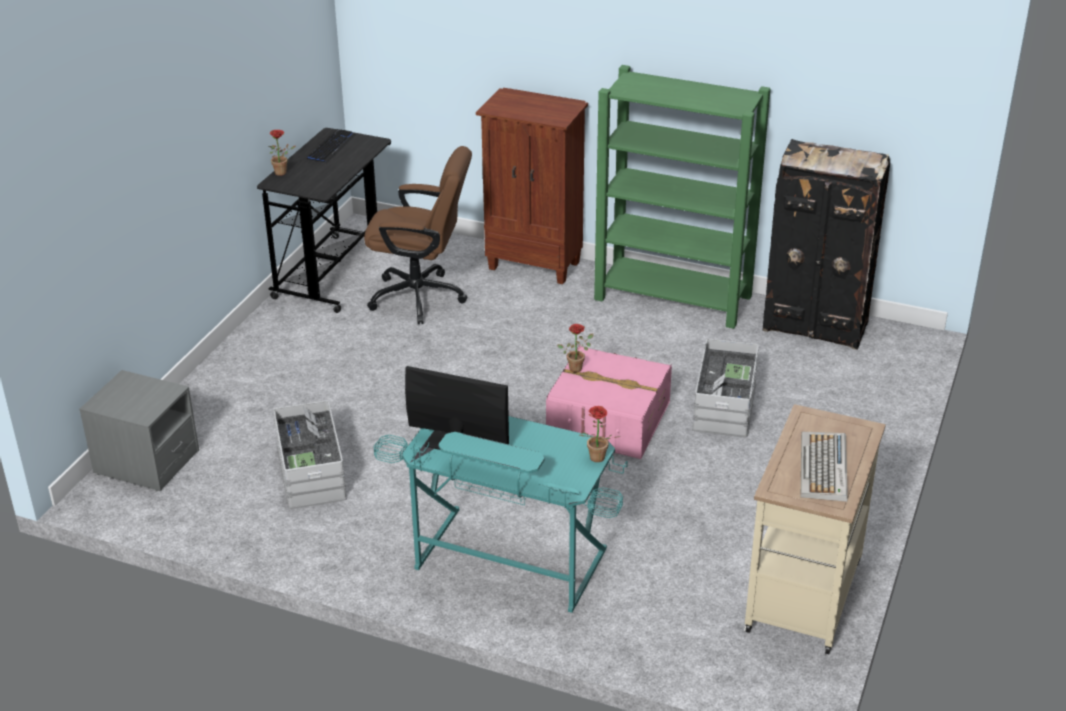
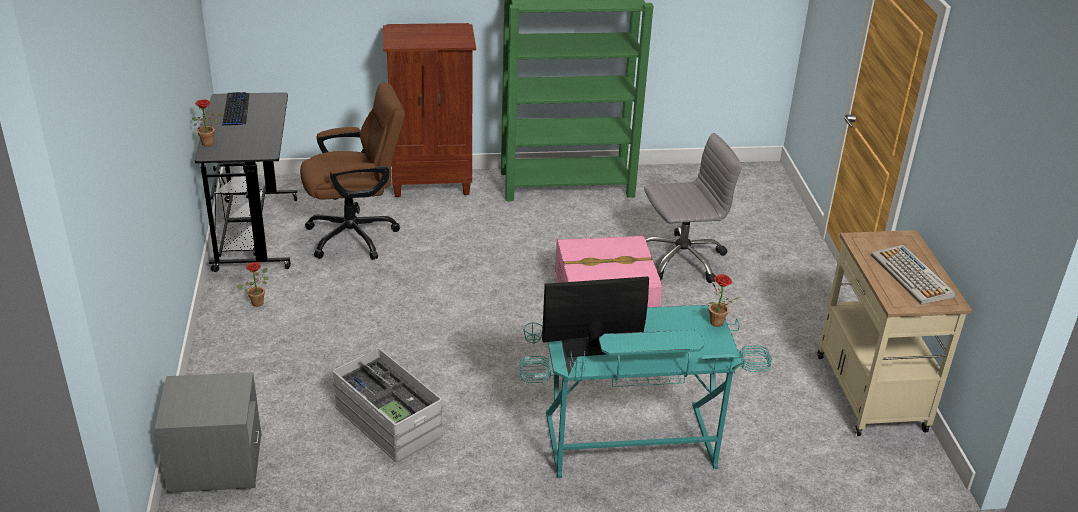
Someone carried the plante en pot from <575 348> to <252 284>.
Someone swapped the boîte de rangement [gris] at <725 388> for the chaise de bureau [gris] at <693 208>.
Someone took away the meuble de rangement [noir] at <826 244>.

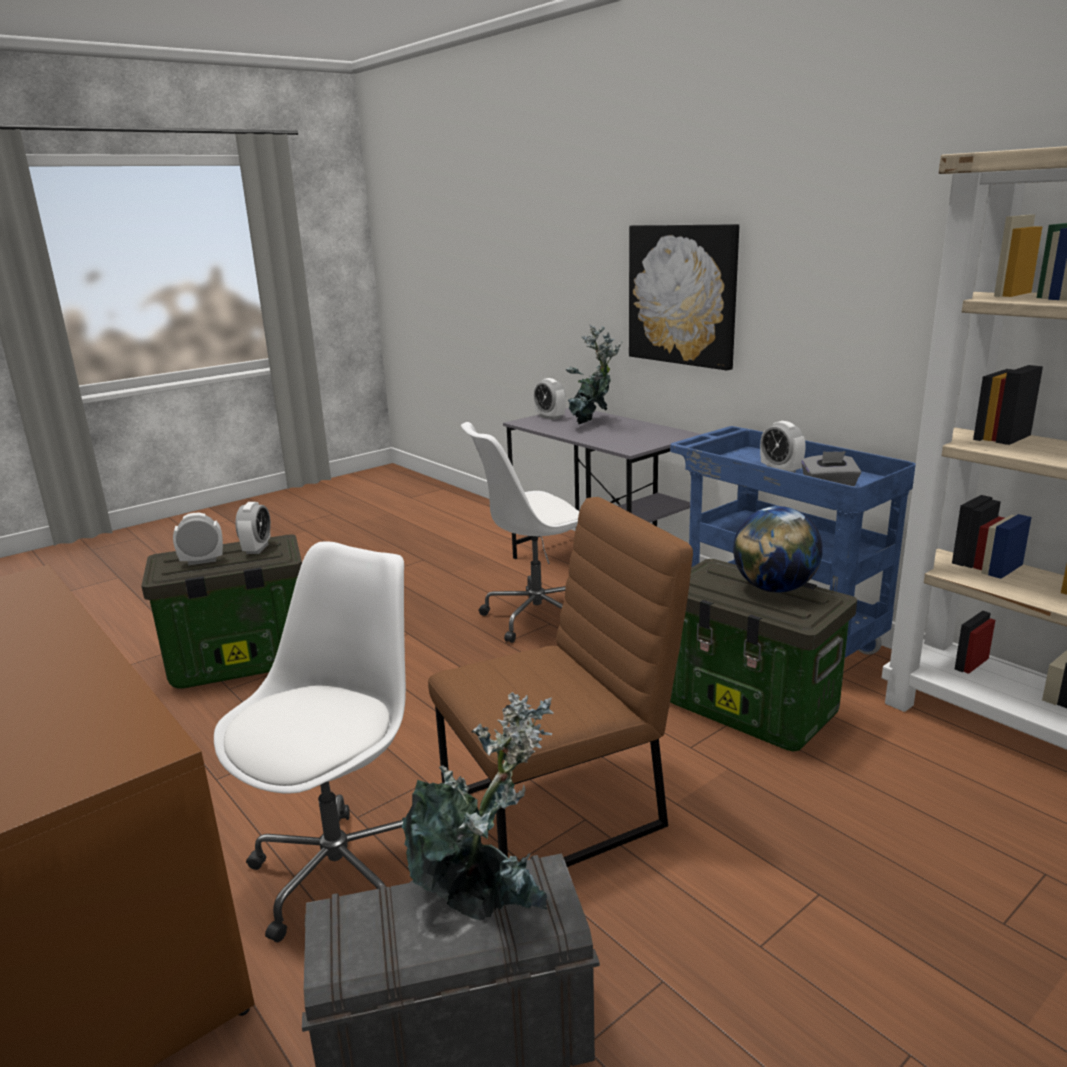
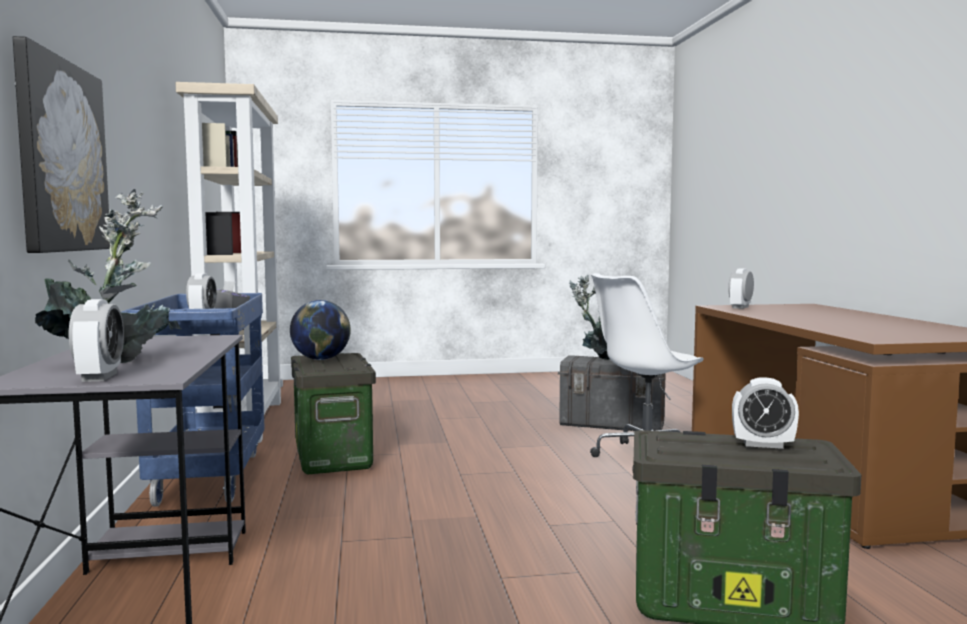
Someone carried the réveil from <253 528> to <741 288>.
Someone took away the chaise [marron] at <560 682>.
Someone took away the chaise de bureau [blanc] at <520 532>.

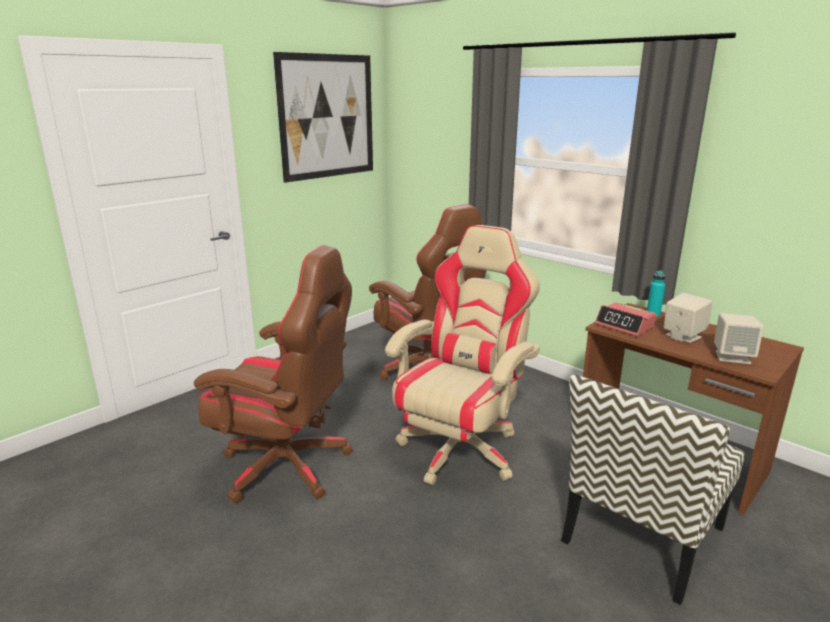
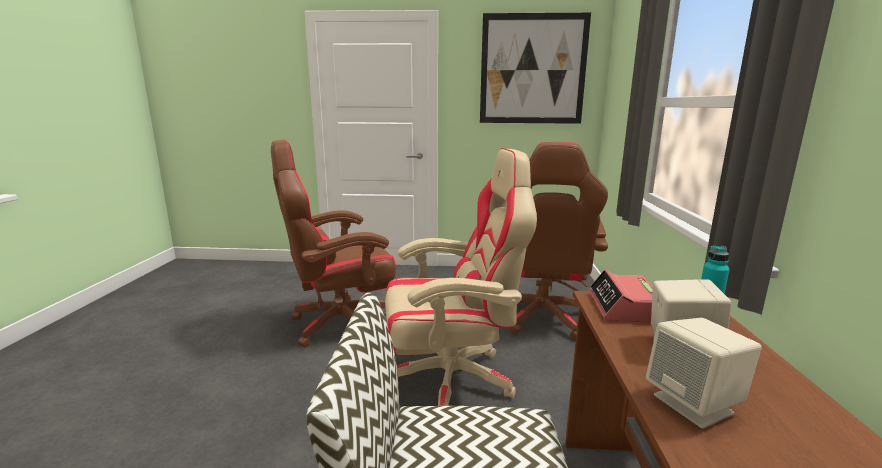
Someone rotated the chaise de bureau [marron] at <273 374> by 90 degrees clockwise.

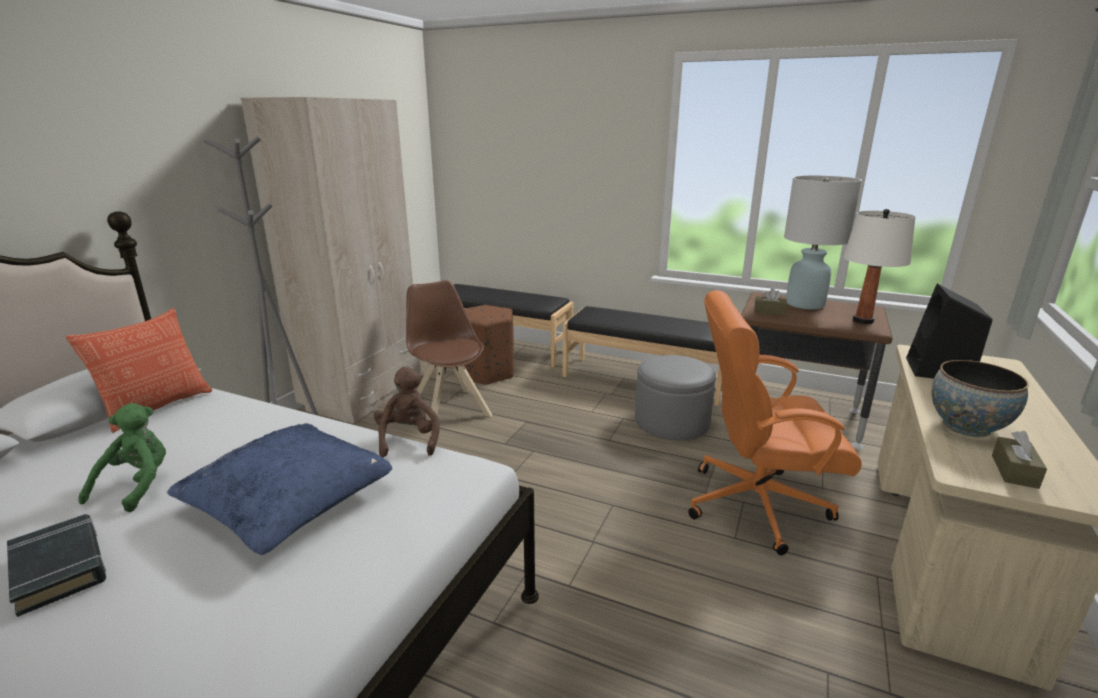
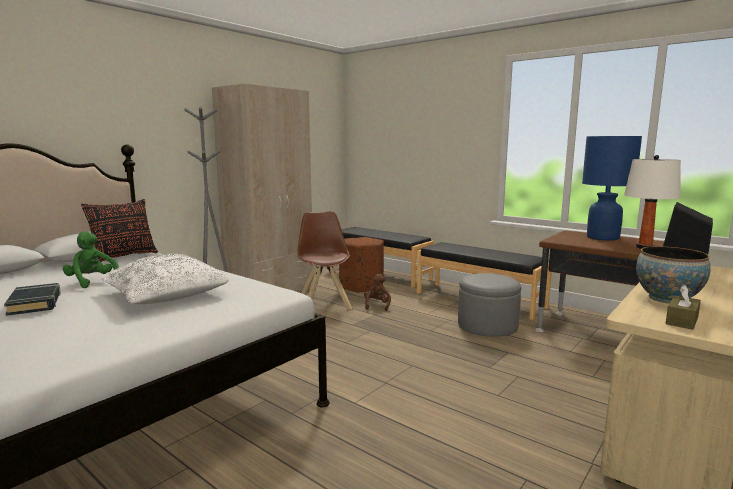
Someone rotated the peluche [vert] at <122 457> by 75 degrees counterclockwise.
Someone repainted the coussin [orange] at <139 370>, which became the coussin [noir] at <119 230>.
Someone repainted the coussin [bleu] at <279 489>, which became the coussin [blanc] at <164 278>.
Someone carried the peluche [marron] from <407 412> to <377 292>.
Someone repainted the lampe de table [blanc] at <823 242>, which became the lampe de table [bleu] at <612 188>.
Someone took away the chaise de bureau [orange] at <775 422>.
Someone took away the boîte à mouchoirs [marron] at <770 302>.

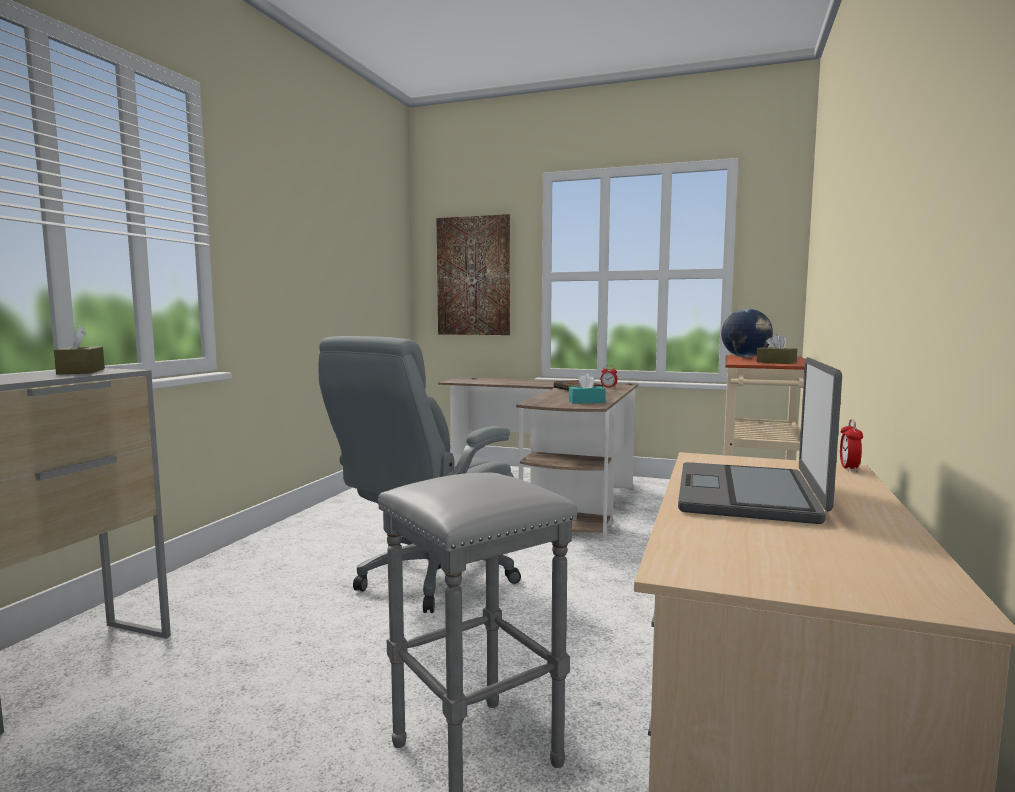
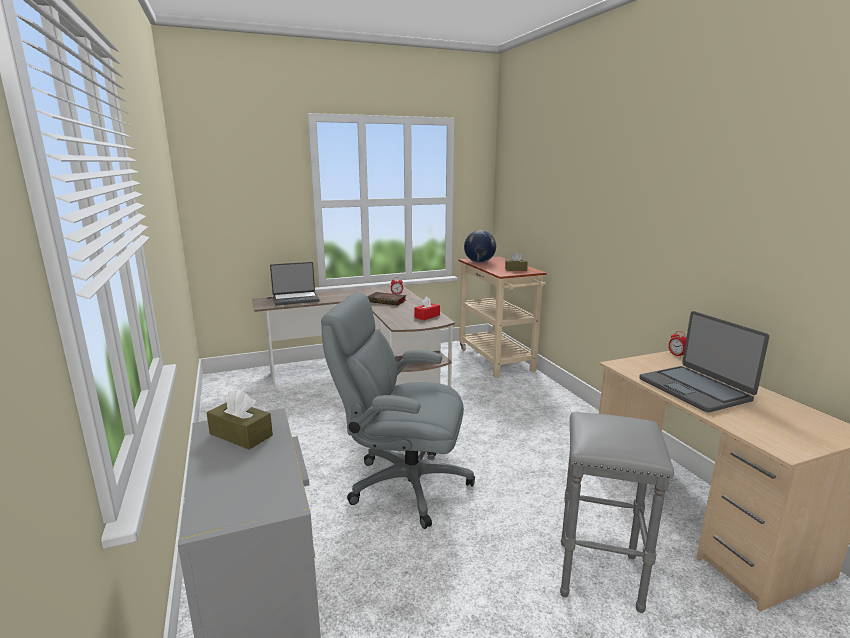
Someone put down the ordinateur portable at <295 283>.
Someone rotated the chaise de bureau [gris] at <420 474> by 105 degrees clockwise.
Someone repainted the boîte à mouchoirs [turquoise] at <587 389>, which became the boîte à mouchoirs [rouge] at <427 308>.
Someone took away the tableau at <473 274>.

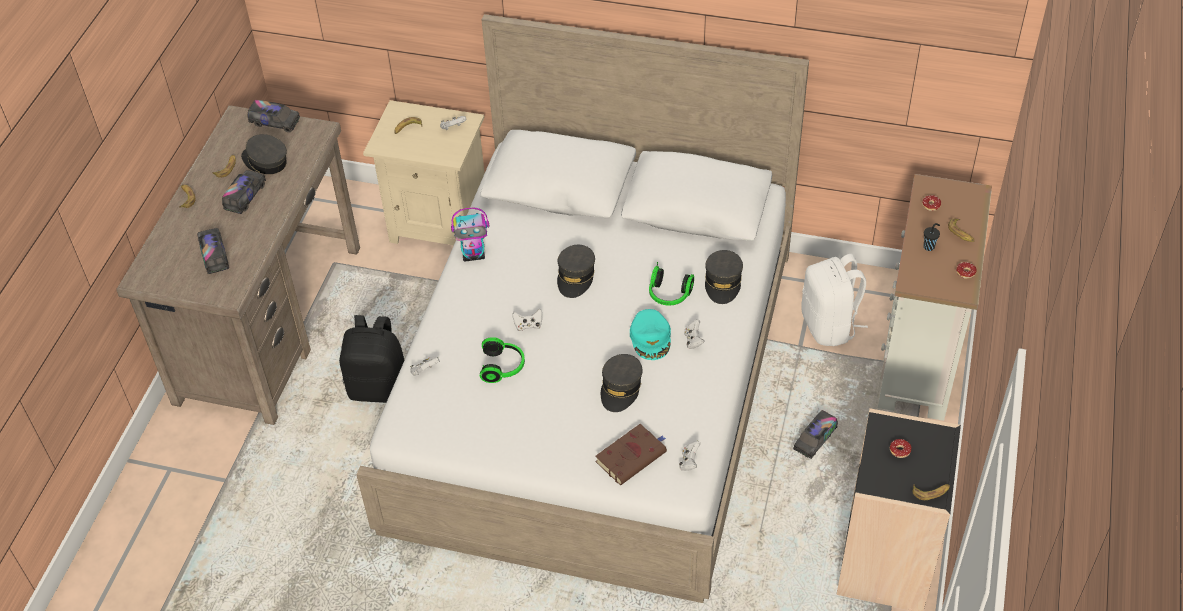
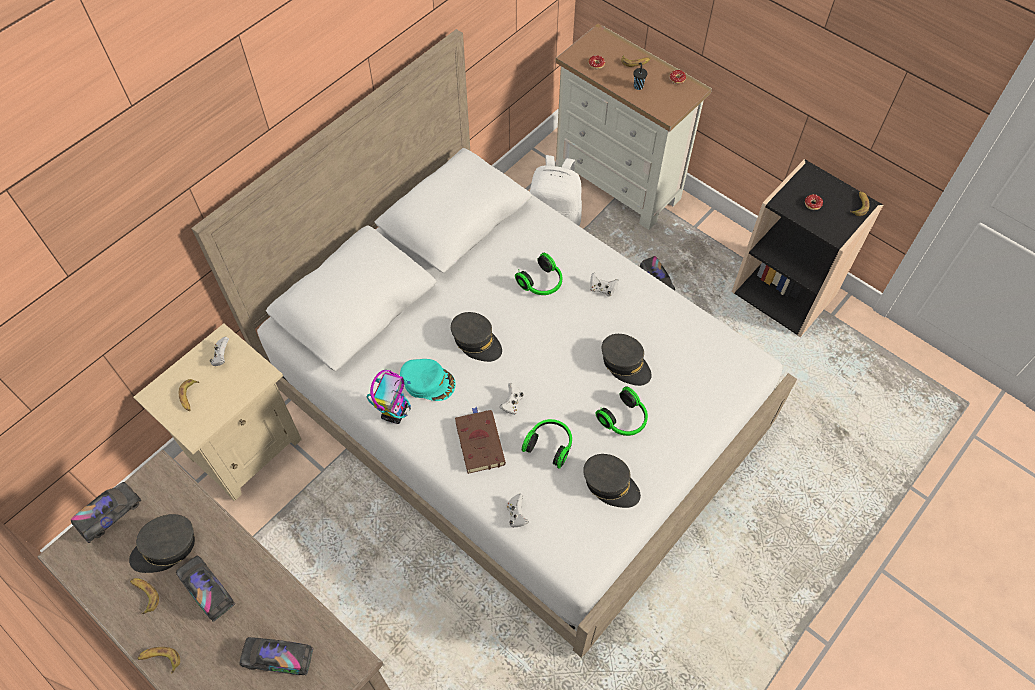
Someone carried the casquette [turquoise] from <650 334> to <428 380>.
Someone carried the livre [marron] from <631 454> to <480 440>.
Someone carried the casquette [gris] from <724 277> to <612 481>.
Someone put down the casque audio at <621 411>.
Someone took away the sac à dos [noir] at <371 359>.
Someone took away the manette [blanc] at <690 456>.

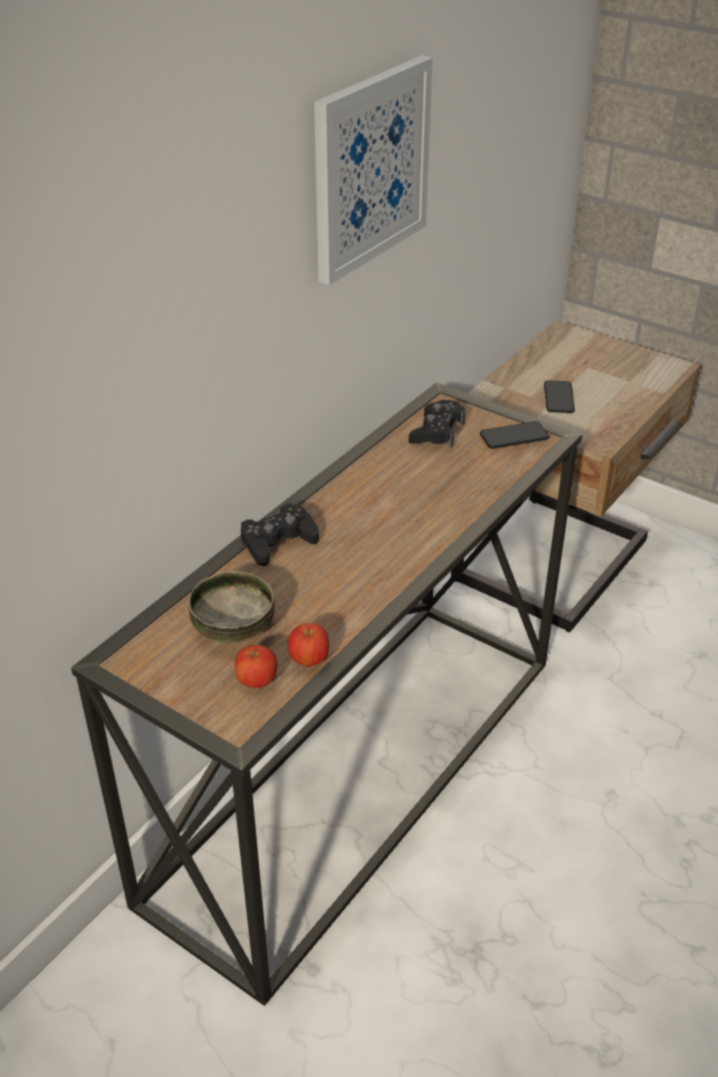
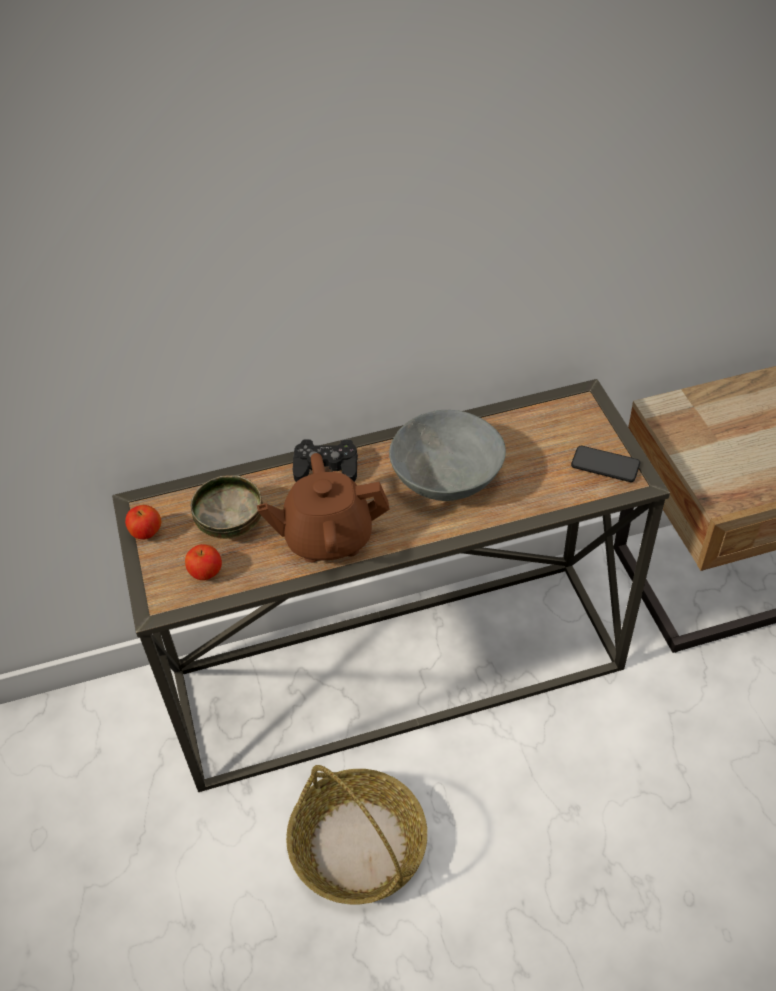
Someone carried the pomme from <308 645> to <143 522>.
Someone put down the théière [marron] at <323 508>.
Someone put down the panier at <356 834>.
Someone put down the bol [gris] at <447 455>.
Someone took away the tableau at <373 170>.
Someone took away the manette [noir] at <437 424>.
Someone took away the téléphone at <559 396>.

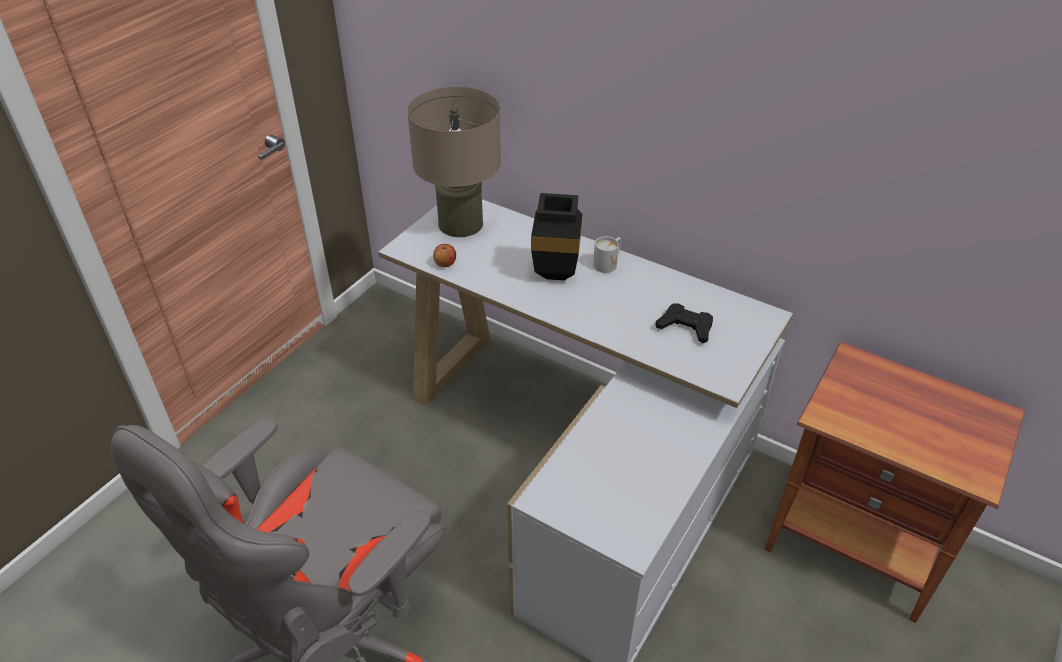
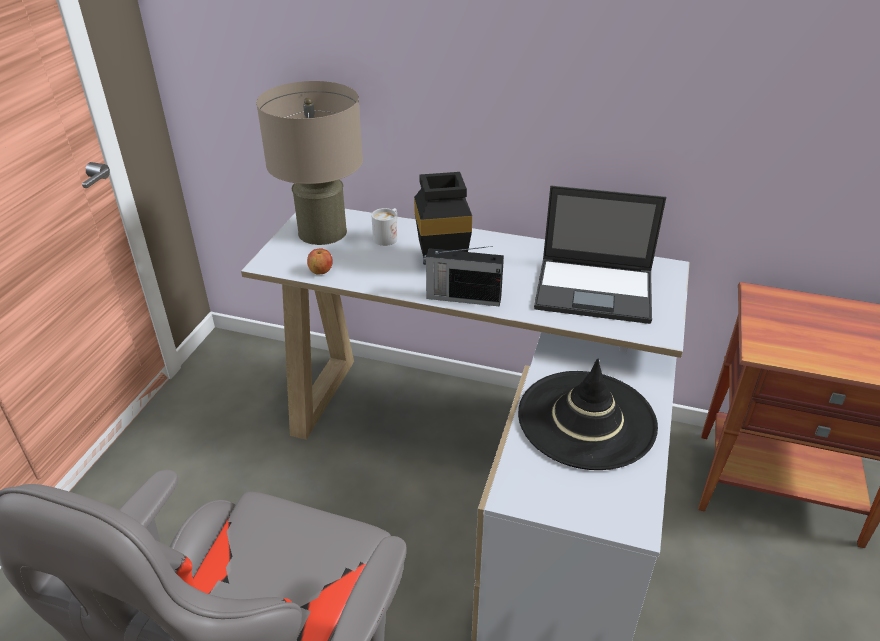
Someone carried the mug [blanc] from <607 254> to <384 227>.
Someone put down the radio at <463 276>.
Someone put down the chapeau [noir] at <588 414>.
Someone swapped the manette [noir] at <684 323> for the ordinateur portable at <600 255>.

